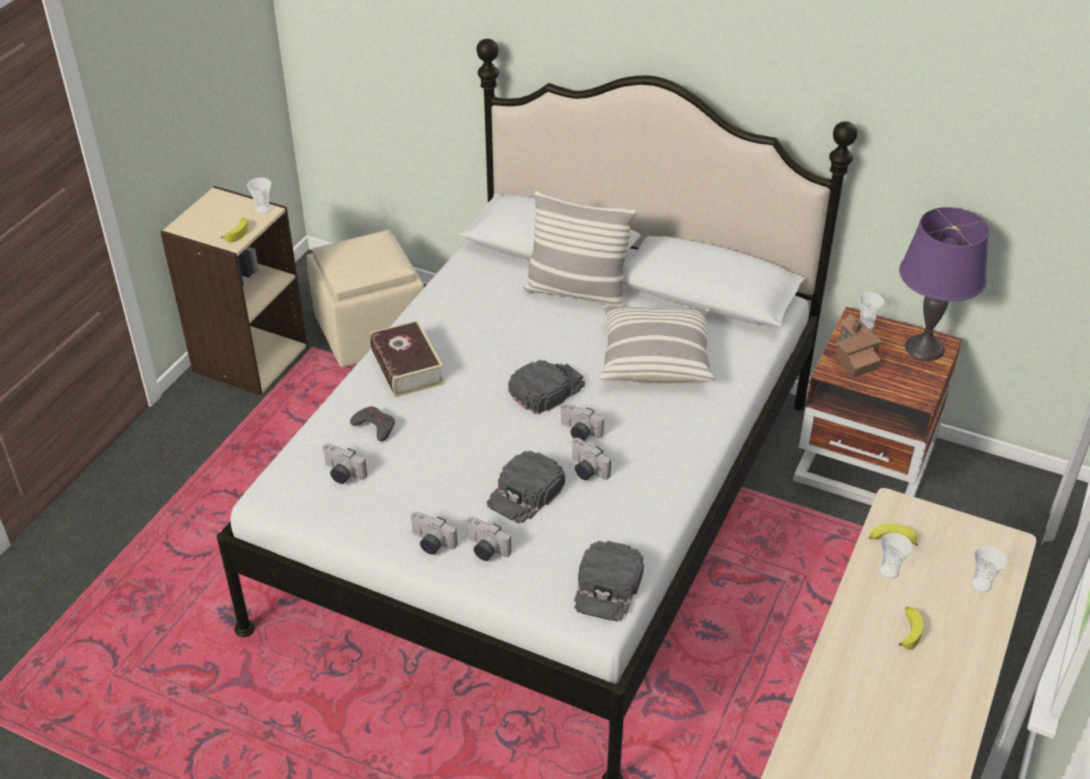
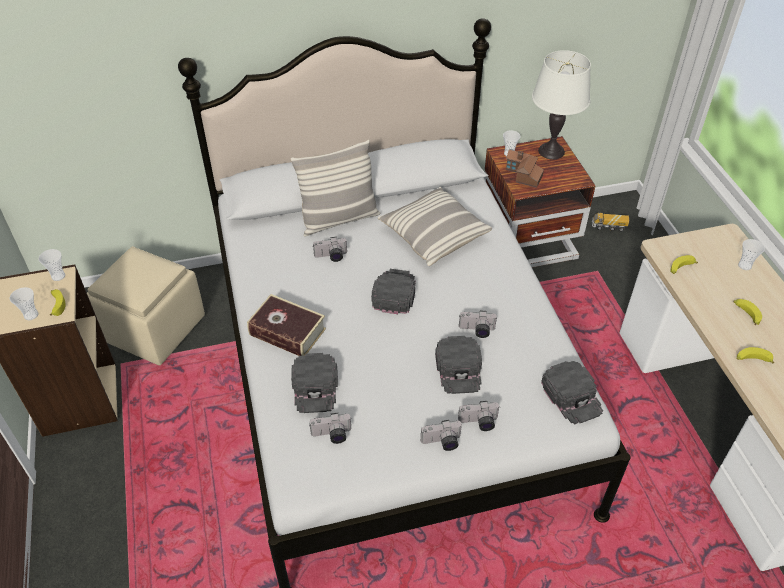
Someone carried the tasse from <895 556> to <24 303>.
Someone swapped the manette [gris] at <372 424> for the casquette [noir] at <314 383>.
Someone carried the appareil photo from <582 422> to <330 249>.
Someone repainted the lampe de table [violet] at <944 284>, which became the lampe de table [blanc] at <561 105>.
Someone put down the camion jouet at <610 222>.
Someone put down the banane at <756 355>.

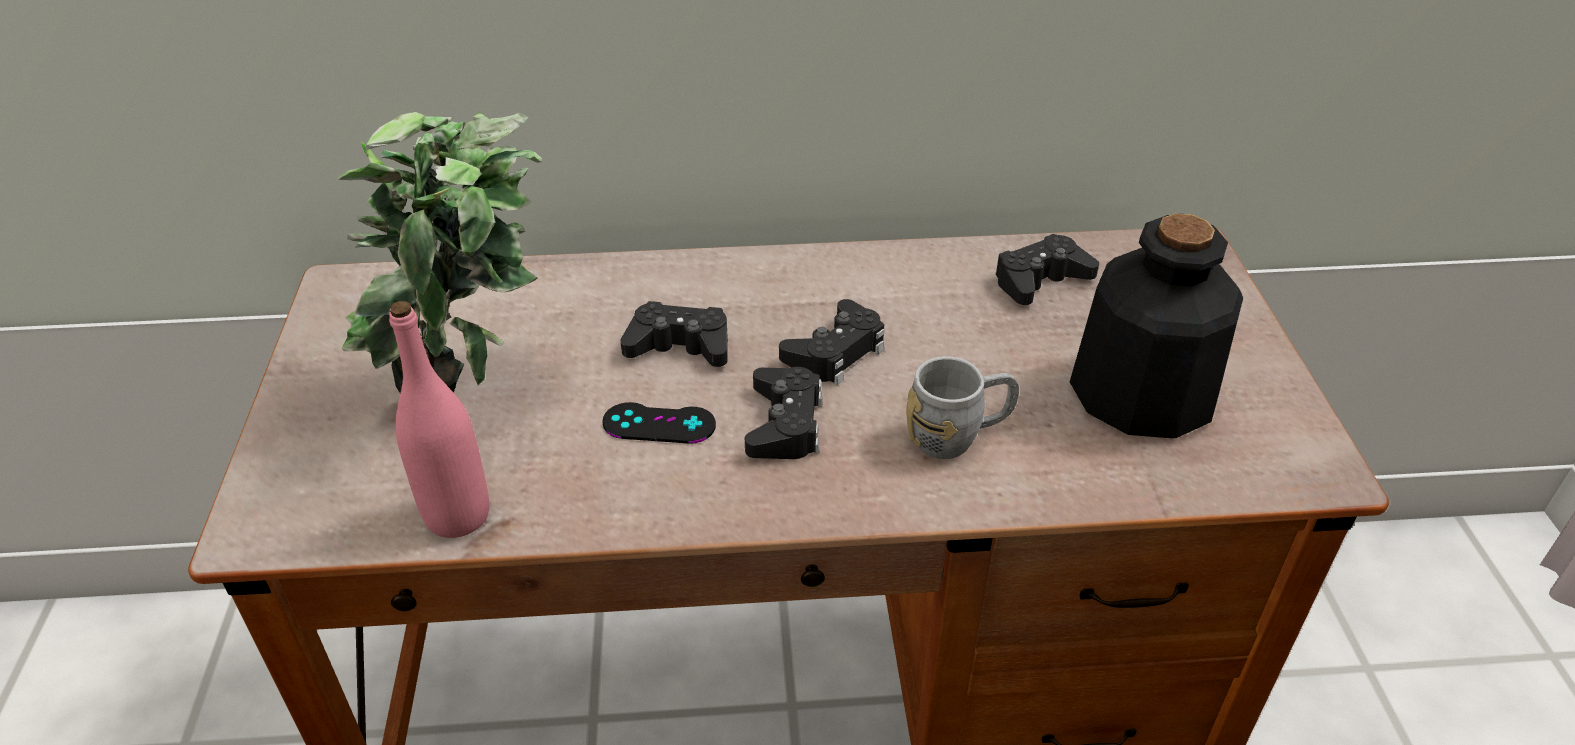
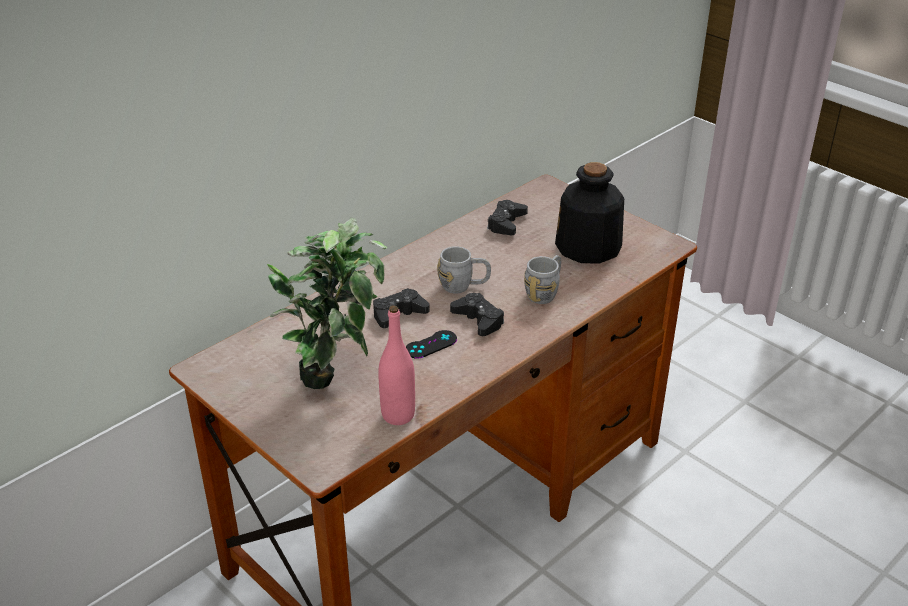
Someone swapped the manette [noir] at <831 342> for the mug [gris] at <464 270>.

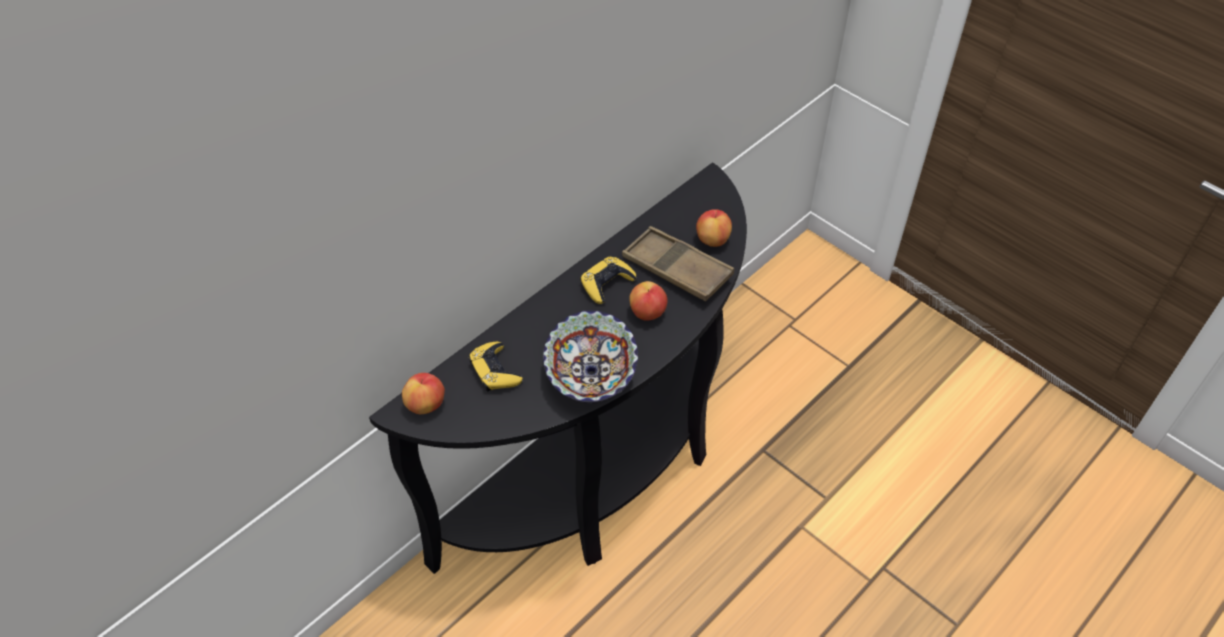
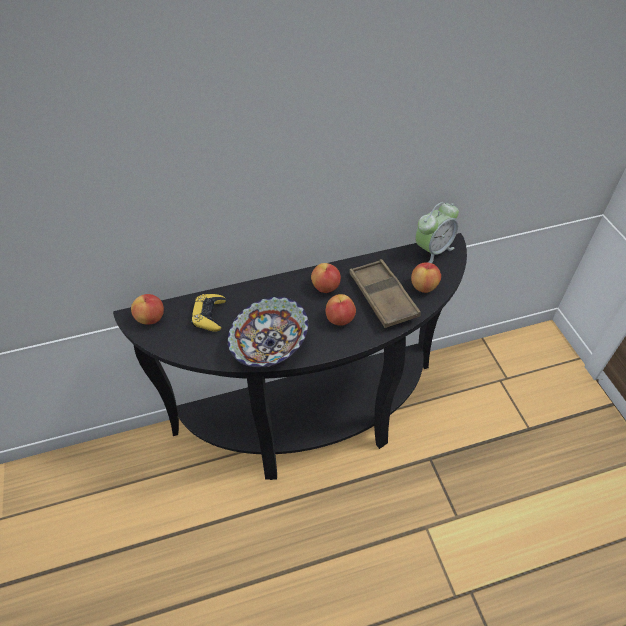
Someone swapped the manette [jaune] at <608 280> for the pomme at <326 278>.
Someone put down the réveil at <437 232>.

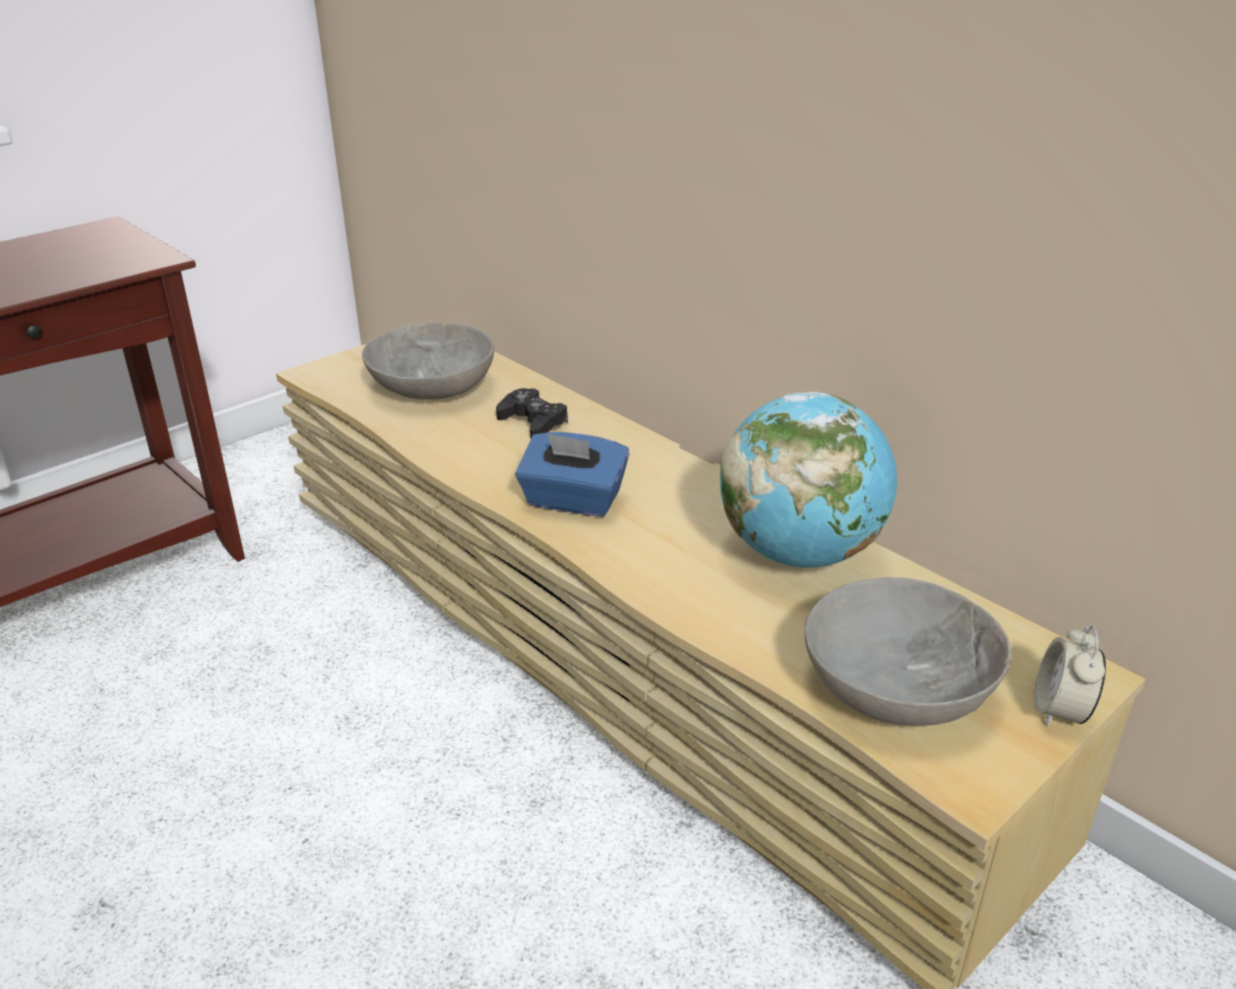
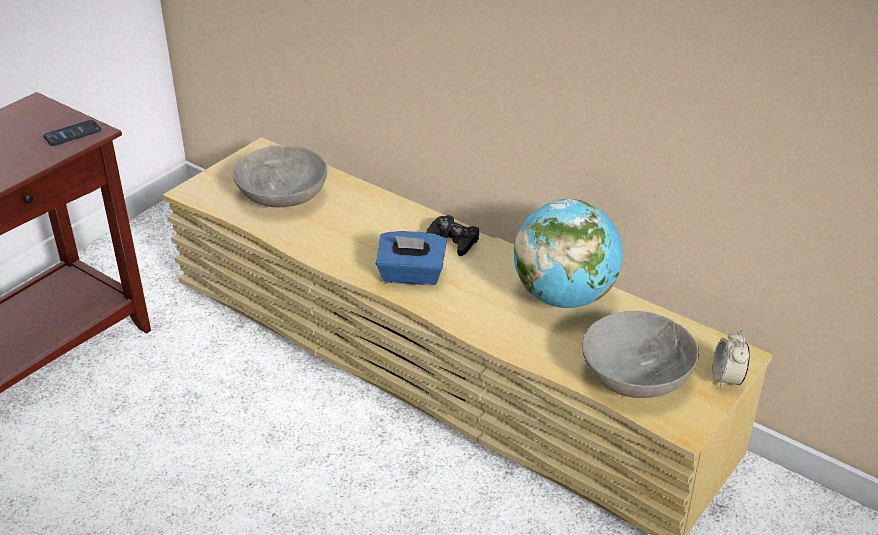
Someone put down the téléphone at <72 133>.
Someone carried the manette [noir] from <532 413> to <452 235>.

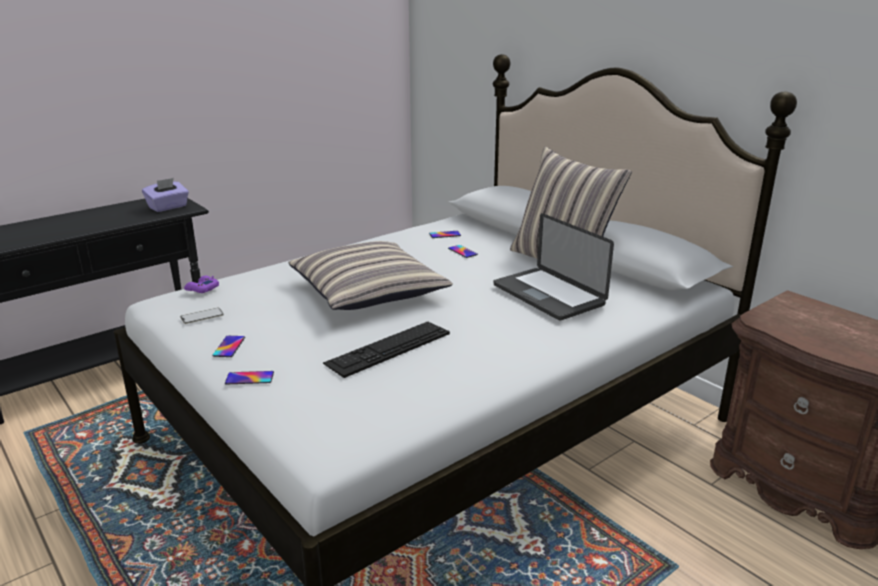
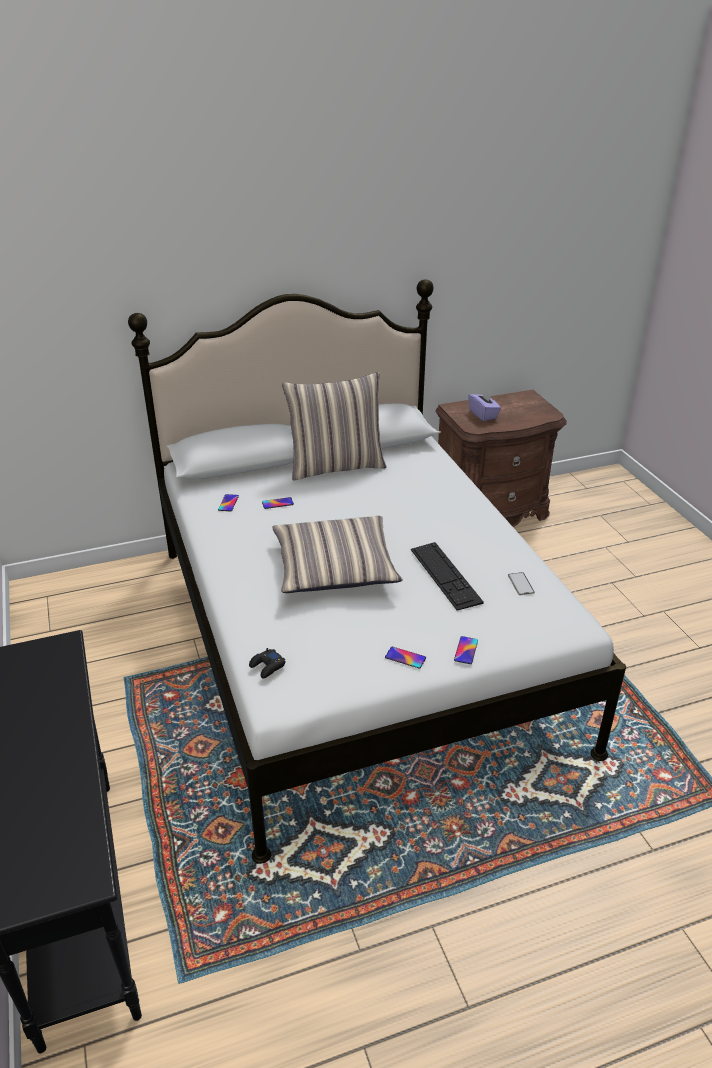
Someone repainted the manette [violet] at <201 284>, which became the manette [noir] at <267 663>.
Someone carried the boîte à mouchoirs [violet] from <165 195> to <484 405>.
Someone carried the téléphone from <202 316> to <521 583>.
Someone took away the ordinateur portable at <554 266>.

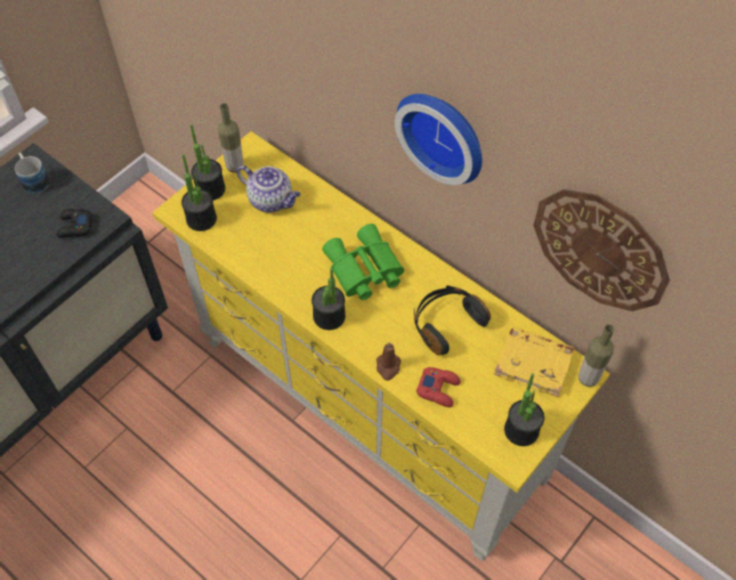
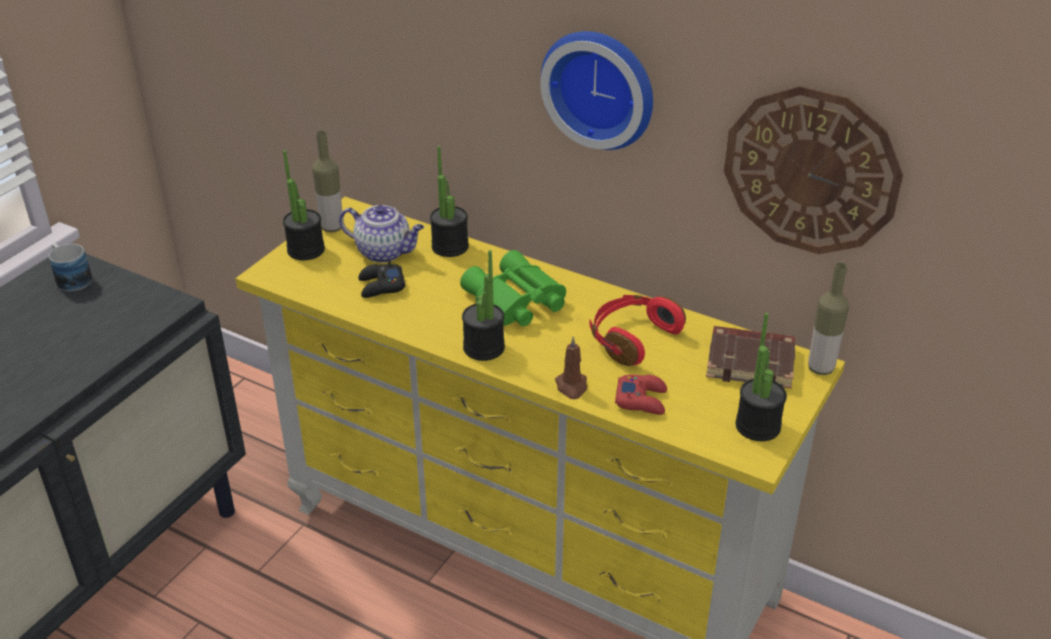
Someone carried the manette [noir] from <75 223> to <381 279>.
Someone carried the plante en pot from <199 192> to <449 201>.
Someone repainted the casque audio [noir] at <452 320>, which became the casque audio [rouge] at <638 330>.
Someone repainted the livre [jaune] at <534 361>, which became the livre [marron] at <750 357>.

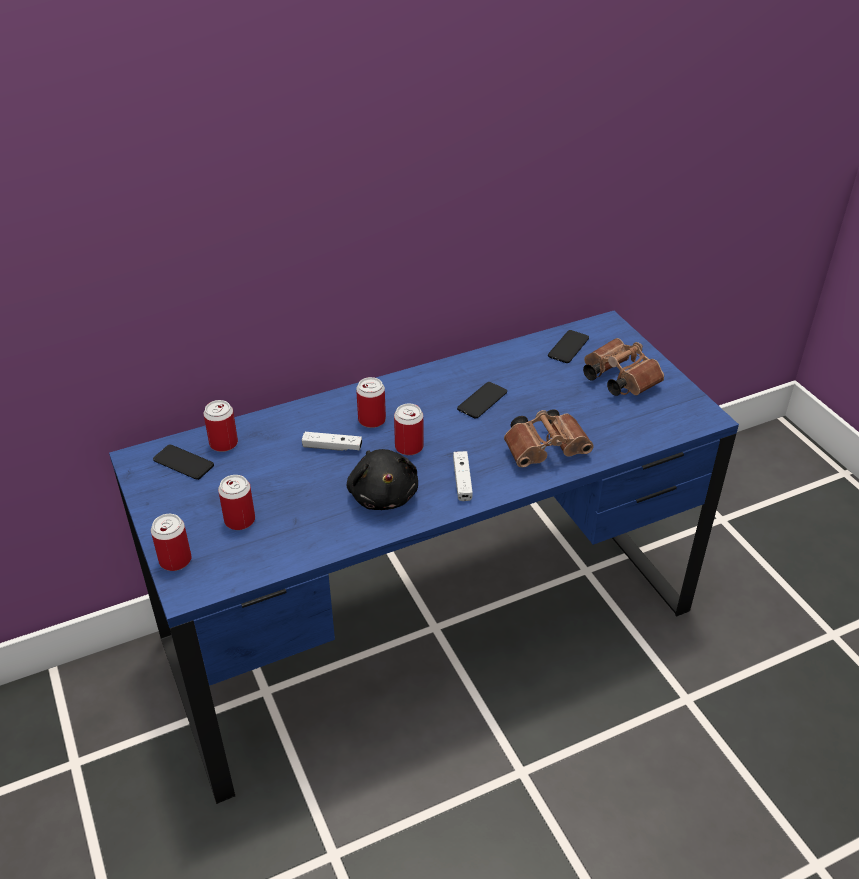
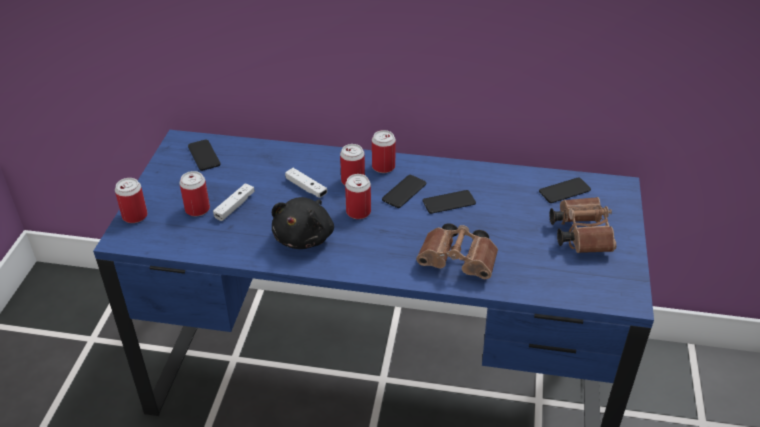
Someone carried the manette [blanc] from <463 476> to <234 202>.
Someone carried the boîte métallique from <221 426> to <384 151>.
Someone put down the téléphone at <404 191>.

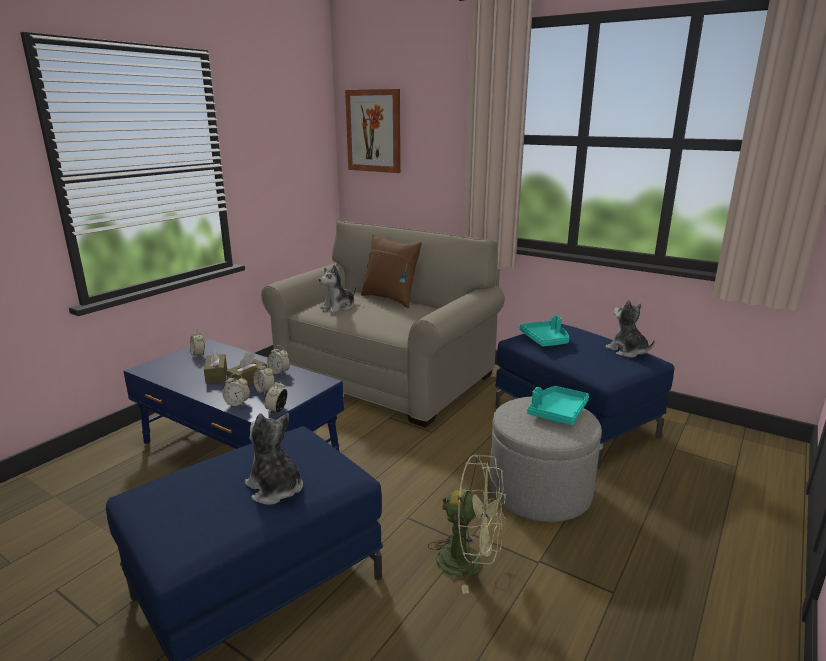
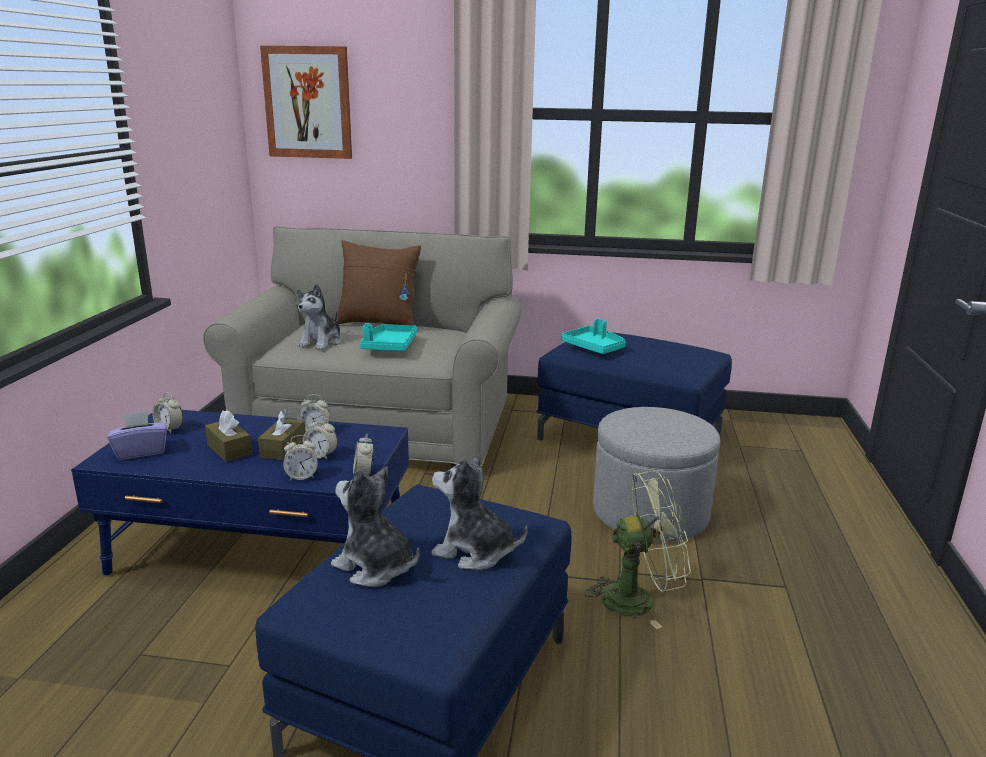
Someone put down the boîte à mouchoirs [violet] at <137 435>.
Someone carried the peluche from <630 329> to <375 527>.
Someone carried the plateau [turquoise] from <558 405> to <388 337>.

